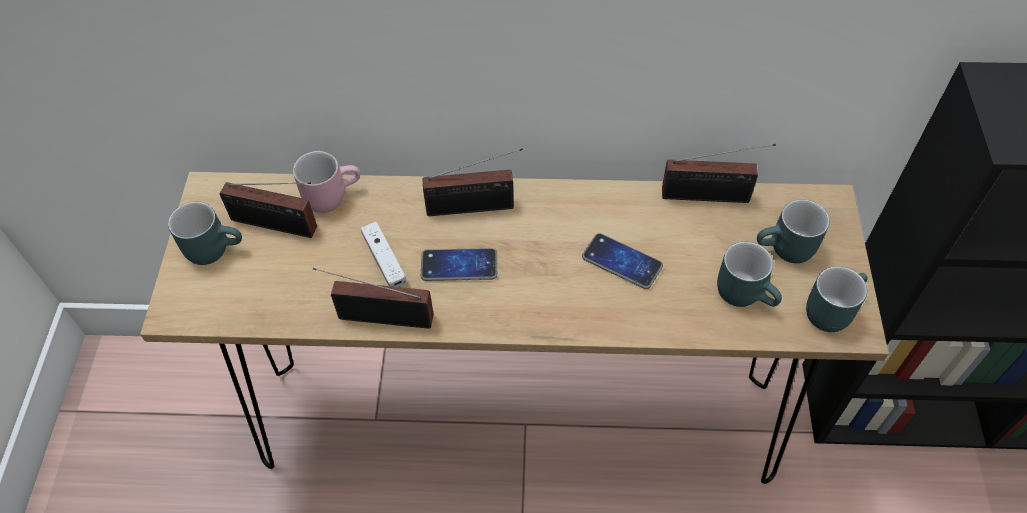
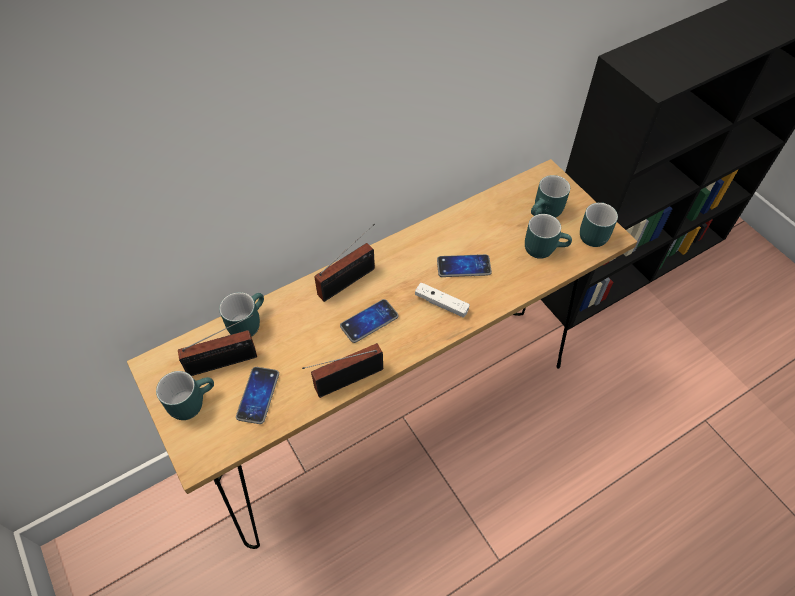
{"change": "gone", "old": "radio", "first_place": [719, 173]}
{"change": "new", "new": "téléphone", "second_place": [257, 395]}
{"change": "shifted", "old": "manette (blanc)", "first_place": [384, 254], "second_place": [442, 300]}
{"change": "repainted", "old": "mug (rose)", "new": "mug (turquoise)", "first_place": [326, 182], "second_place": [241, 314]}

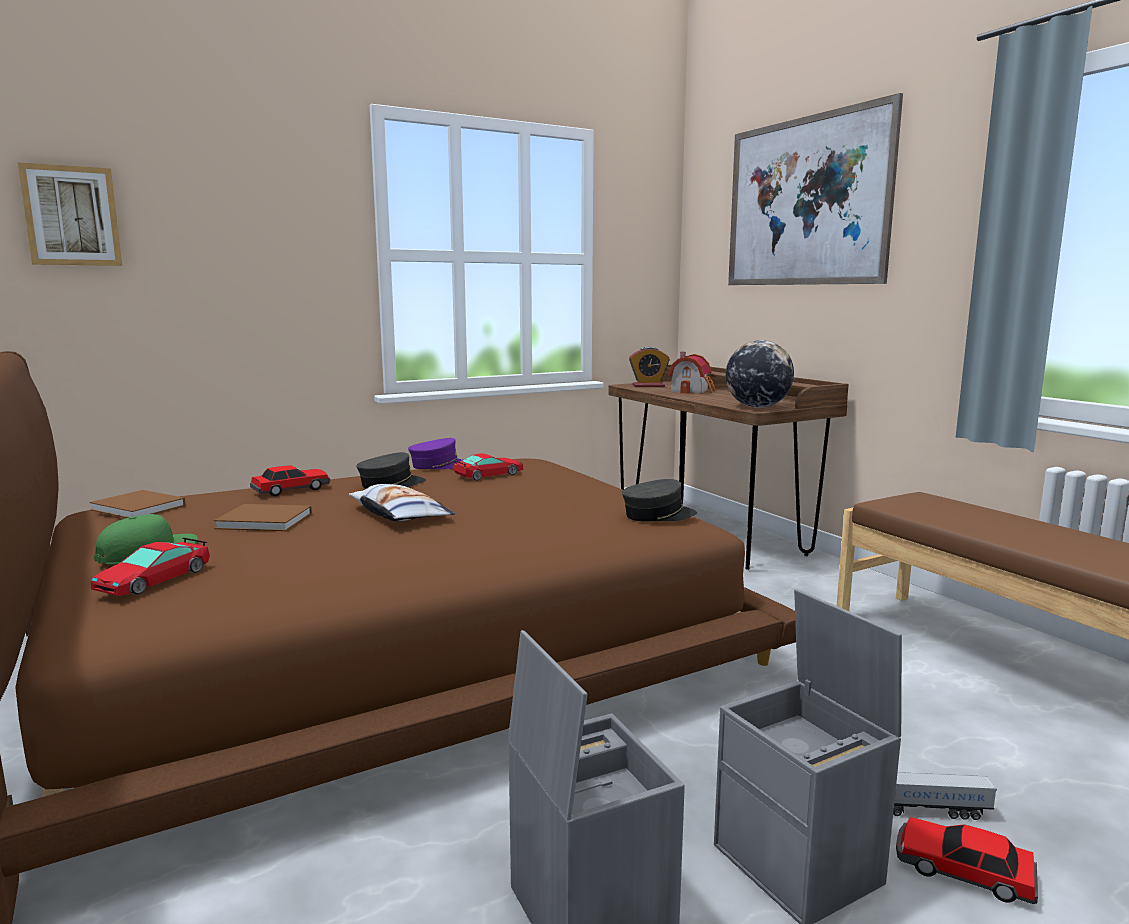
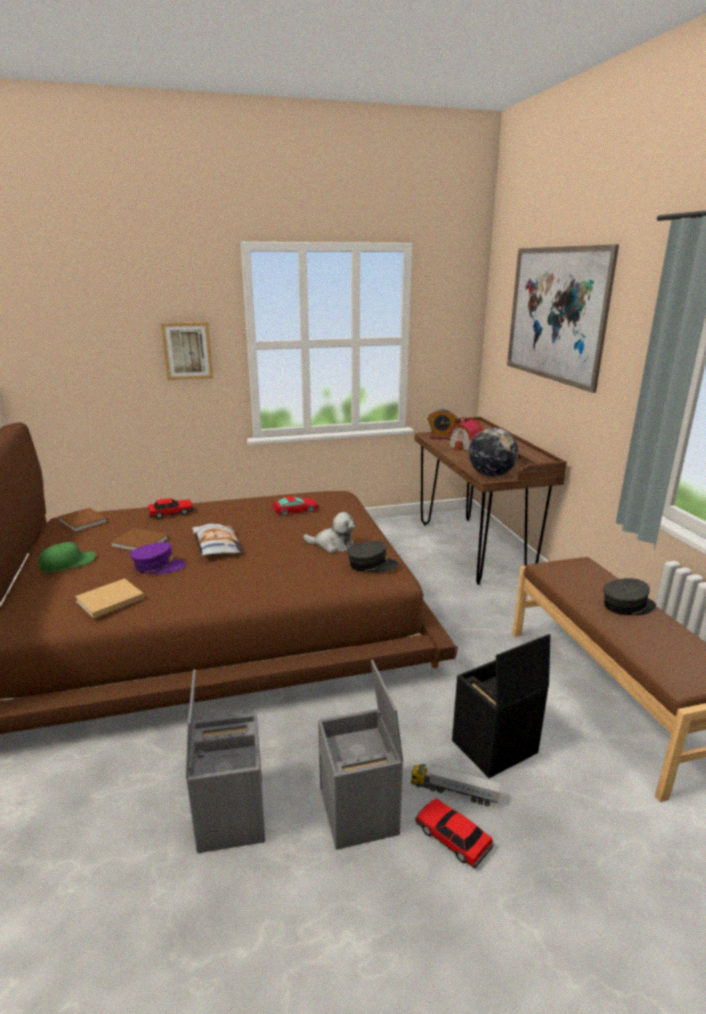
{"change": "gone", "old": "petite voiture", "first_place": [150, 567]}
{"change": "new", "new": "livre (beige)", "second_place": [109, 598]}
{"change": "new", "new": "peluche", "second_place": [329, 532]}
{"change": "new", "new": "boîte de rangement (noir)", "second_place": [501, 706]}
{"change": "shifted", "old": "tableau", "first_place": [70, 214], "second_place": [187, 351]}
{"change": "shifted", "old": "casquette (gris)", "first_place": [391, 470], "second_place": [629, 596]}
{"change": "shifted", "old": "casquette (violet)", "first_place": [435, 453], "second_place": [158, 558]}

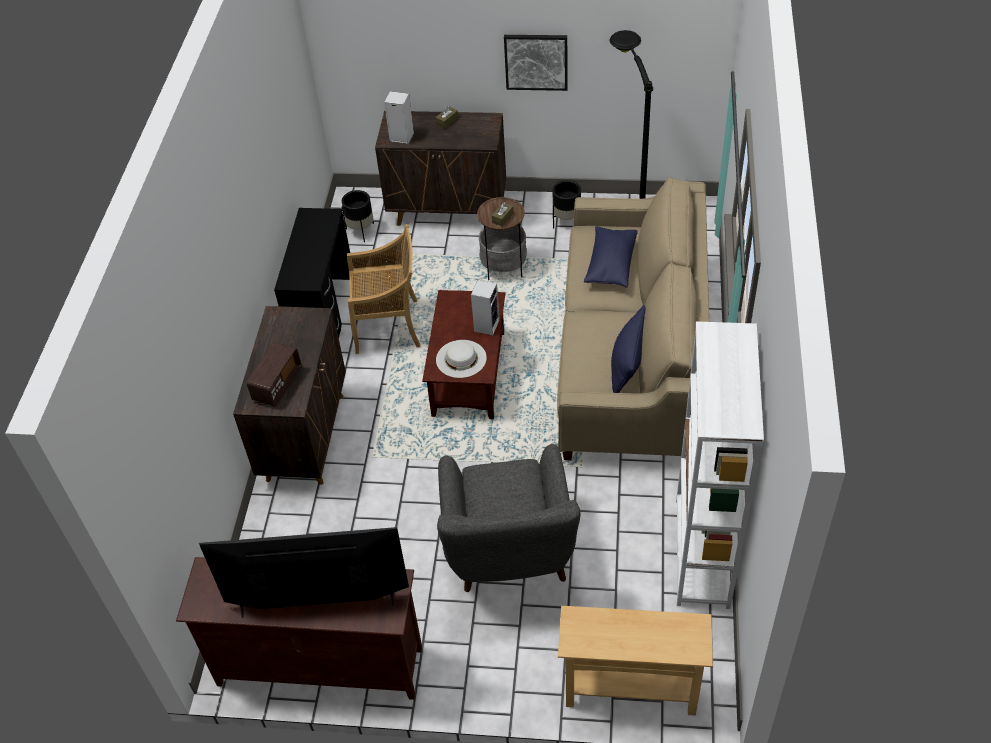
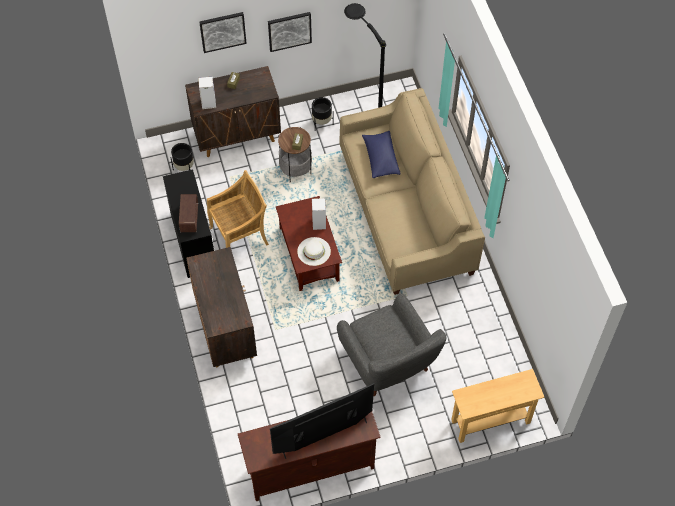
{"change": "gone", "old": "coussin (bleu)", "first_place": [628, 349]}
{"change": "gone", "old": "bibliothèque (blanc)", "first_place": [720, 465]}
{"change": "new", "new": "tableau", "second_place": [223, 32]}
{"change": "shifted", "old": "radio", "first_place": [274, 374], "second_place": [188, 213]}

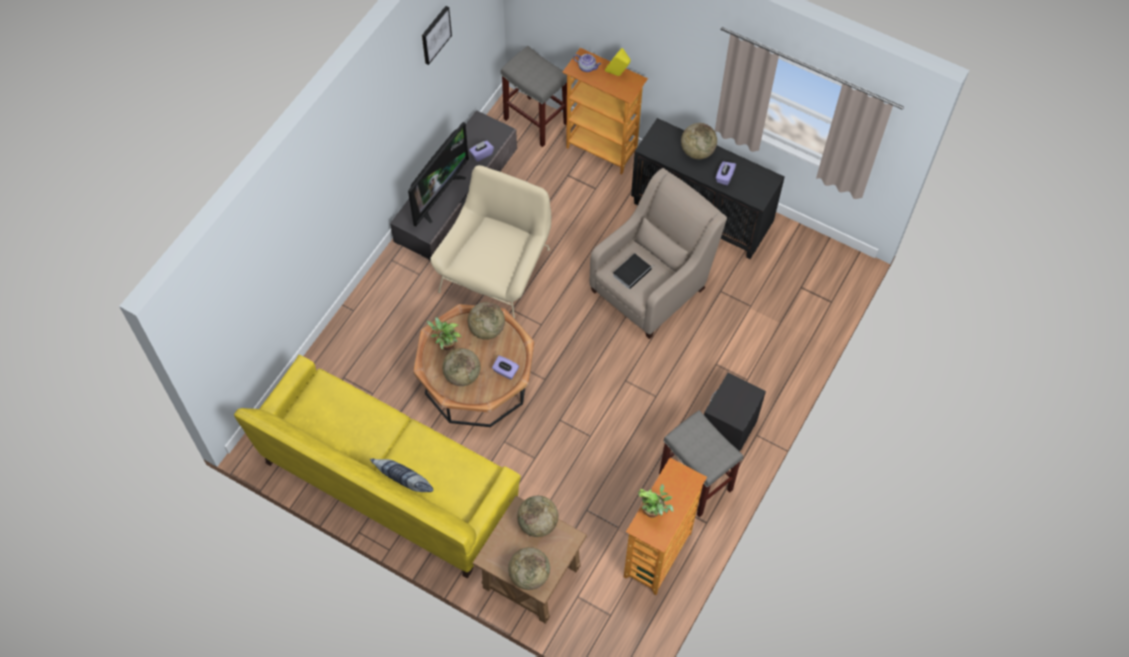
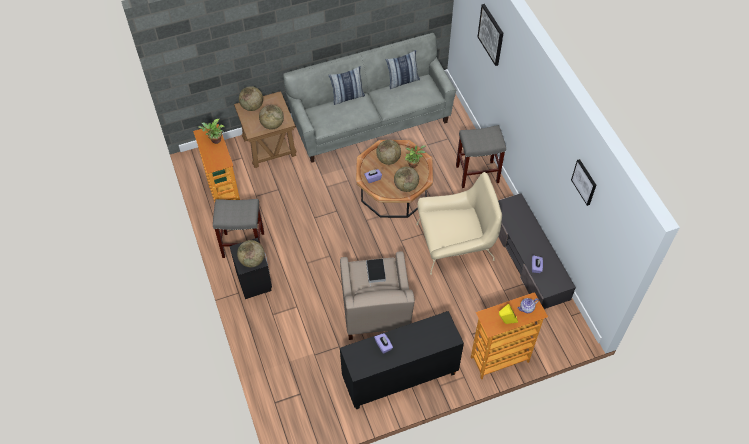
{"change": "gone", "old": "téléviseur", "first_place": [438, 174]}
{"change": "new", "new": "coussin", "second_place": [402, 69]}
{"change": "new", "new": "tableau", "second_place": [490, 35]}
{"change": "shifted", "old": "tabouret (gris)", "first_place": [534, 96], "second_place": [481, 156]}
{"change": "shifted", "old": "globe", "first_place": [699, 141], "second_place": [251, 253]}
{"change": "repainted", "old": "canapé (jaune)", "new": "canapé (gris)", "first_place": [377, 467], "second_place": [369, 98]}
{"change": "rotated", "old": "fauteuil (beige)", "first_place": [490, 242], "second_place": [459, 223], "degrees": -75}

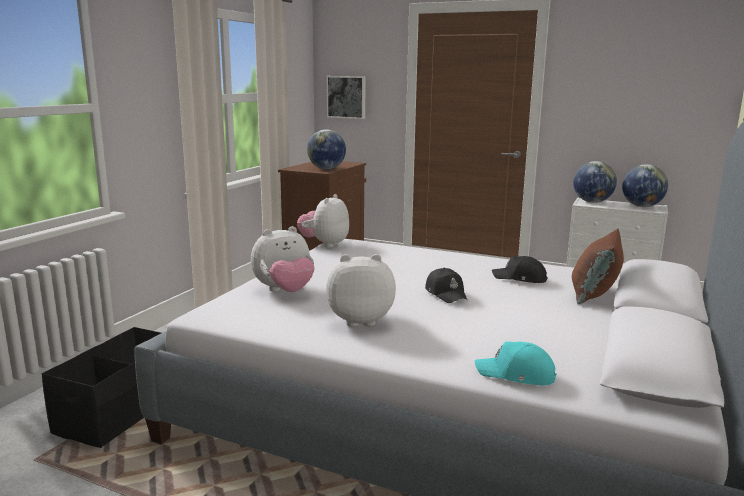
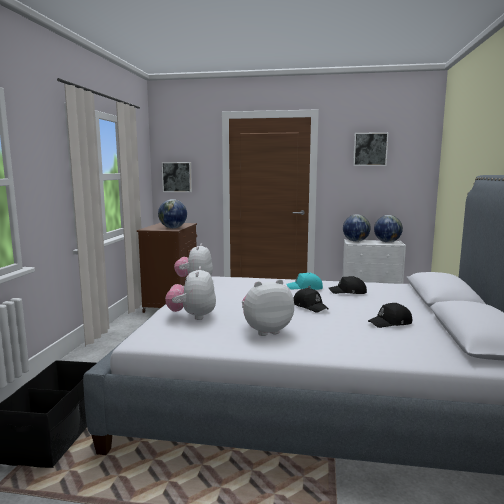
{"change": "gone", "old": "coussin (marron)", "first_place": [598, 266]}
{"change": "new", "new": "tableau", "second_place": [370, 149]}
{"change": "new", "new": "casquette (noir)", "second_place": [390, 315]}
{"change": "shifted", "old": "casquette (turquoise)", "first_place": [515, 363], "second_place": [304, 281]}
{"change": "rotated", "old": "peluche", "first_place": [283, 259], "second_place": [190, 293], "degrees": 135}

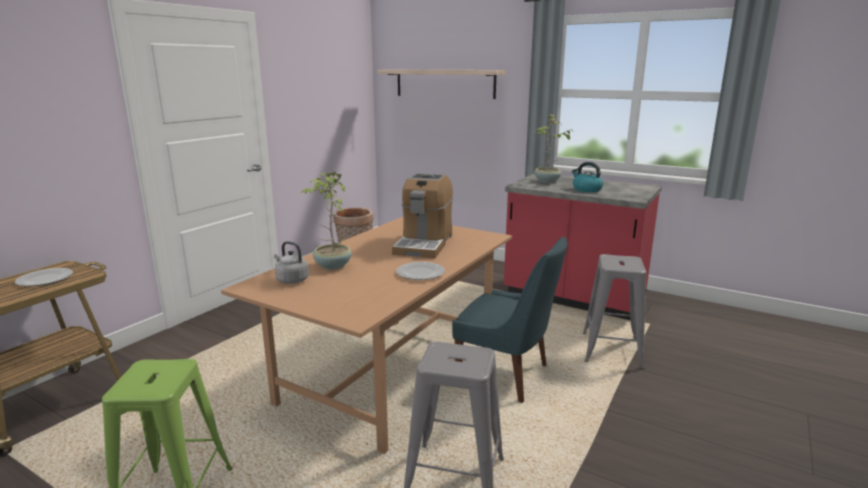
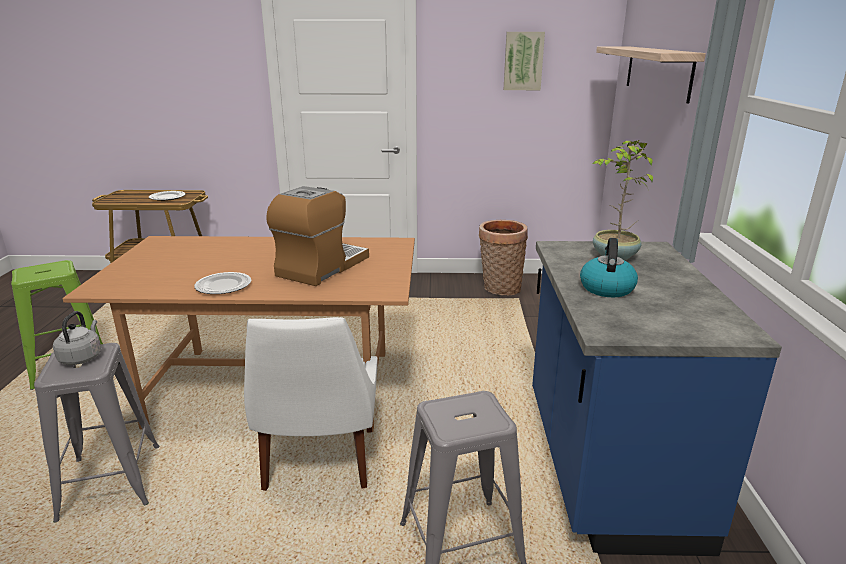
{"change": "gone", "old": "plante en pot", "first_place": [327, 221]}
{"change": "new", "new": "tableau", "second_place": [524, 61]}
{"change": "shifted", "old": "bouilloire (gris)", "first_place": [291, 262], "second_place": [77, 338]}
{"change": "repainted", "old": "chaise (bleu)", "new": "chaise (blanc)", "first_place": [510, 319], "second_place": [311, 404]}
{"change": "repainted", "old": "comptoir de cuisine (rouge)", "new": "comptoir de cuisine (bleu)", "first_place": [583, 247], "second_place": [657, 398]}
{"change": "rotated", "old": "machine à café", "first_place": [422, 215], "second_place": [317, 236], "degrees": 135}

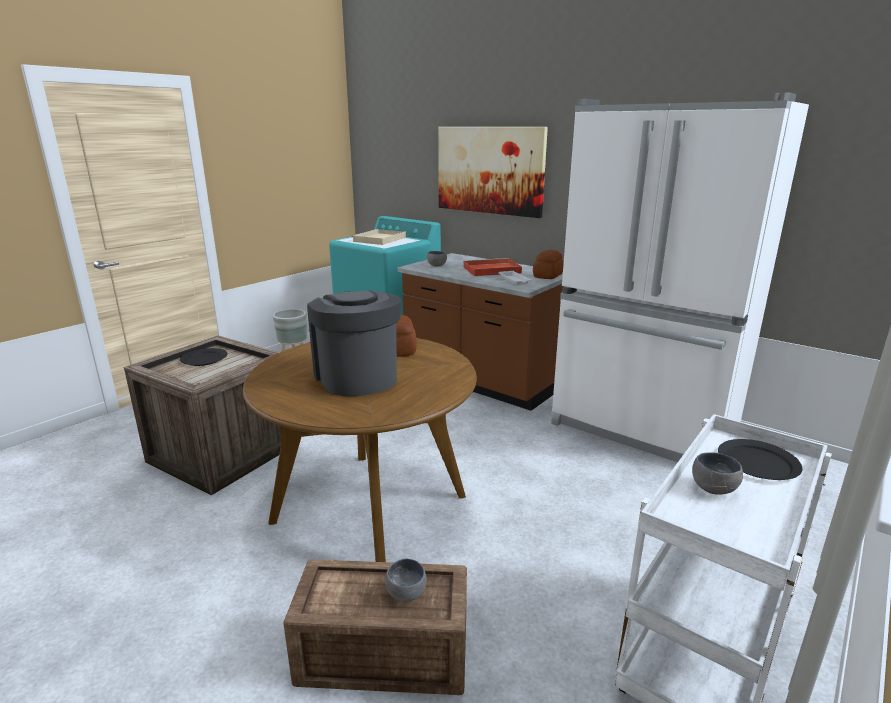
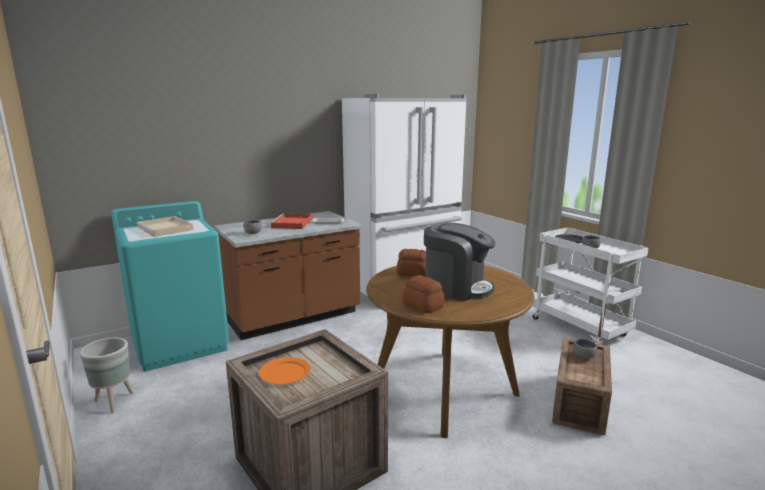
{"change": "gone", "old": "tableau", "first_place": [493, 172]}
{"change": "shifted", "old": "pain", "first_place": [548, 264], "second_place": [424, 294]}
{"change": "repainted", "old": "assiette (noir)", "new": "assiette (orange)", "first_place": [204, 357], "second_place": [285, 370]}
{"change": "rotated", "old": "machine à café", "first_place": [354, 343], "second_place": [460, 261], "degrees": -150}

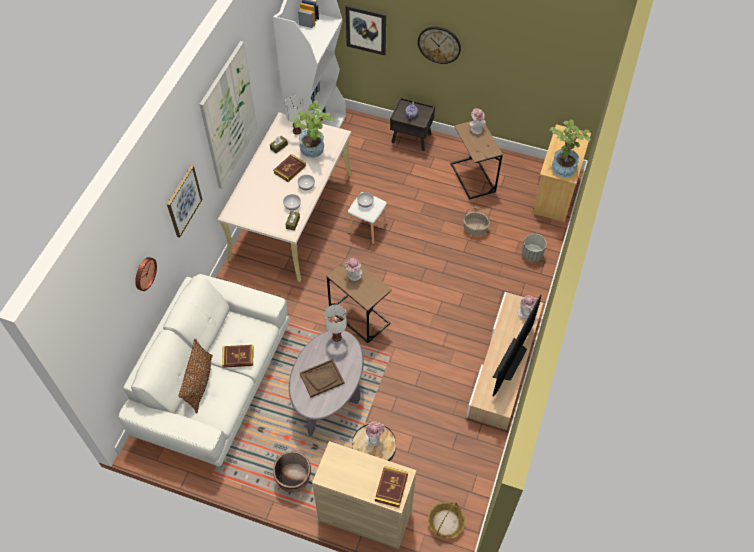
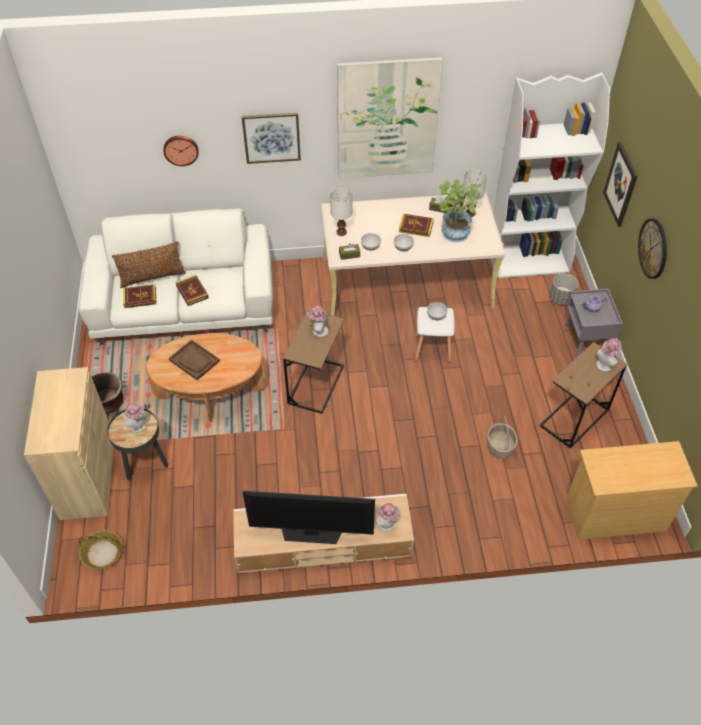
{"change": "gone", "old": "plante en pot", "first_place": [569, 148]}
{"change": "shifted", "old": "lampe de table (blanc)", "first_place": [336, 323], "second_place": [341, 212]}
{"change": "shifted", "old": "livre", "first_place": [391, 487], "second_place": [140, 296]}
{"change": "shifted", "old": "cache-pot (gris)", "first_place": [534, 248], "second_place": [563, 289]}
{"change": "repainted", "old": "table basse (gris)", "new": "table basse (marron)", "first_place": [326, 383], "second_place": [206, 377]}
{"change": "repainted", "old": "table de chevet (marron)", "new": "table de chevet (gris)", "first_place": [412, 124], "second_place": [594, 322]}

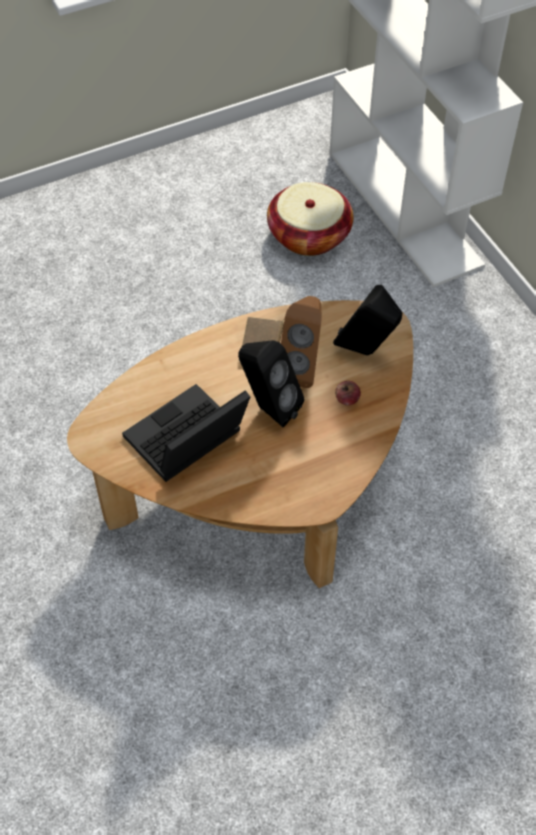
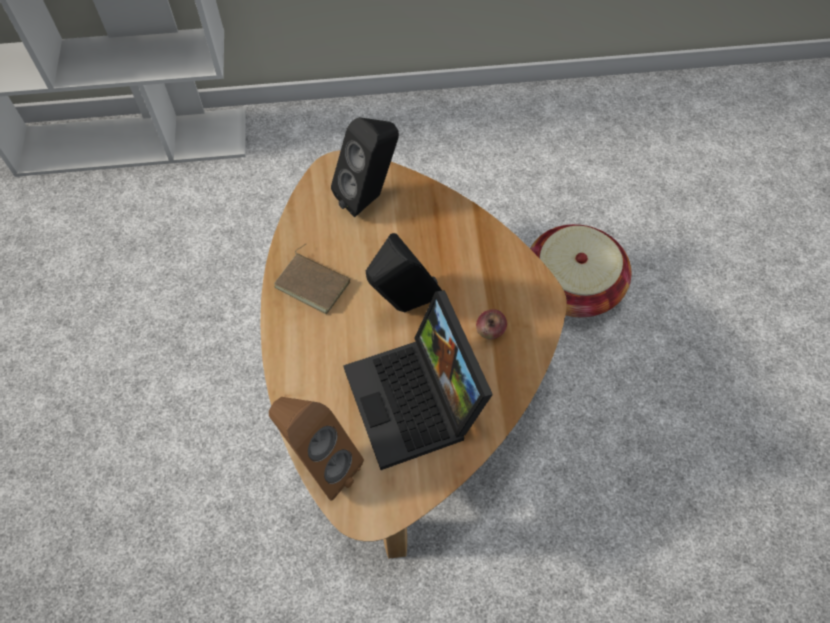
{"change": "shifted", "old": "panier", "first_place": [310, 219], "second_place": [580, 270]}
{"change": "shifted", "old": "enceinte (marron)", "first_place": [301, 342], "second_place": [316, 449]}
{"change": "shifted", "old": "pomme", "first_place": [348, 393], "second_place": [491, 324]}

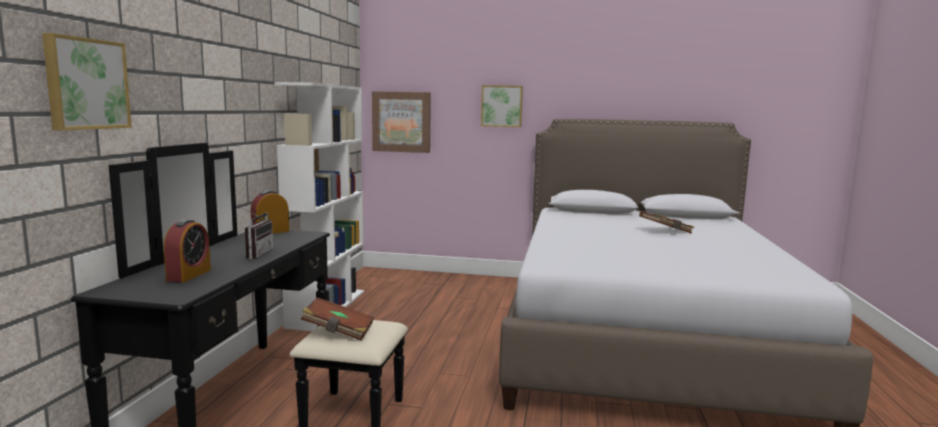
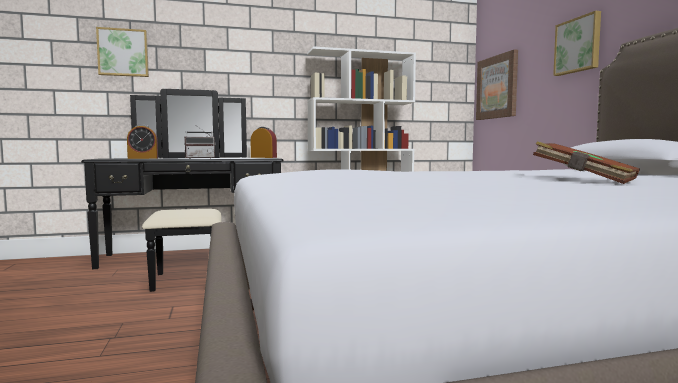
{"change": "gone", "old": "livre (marron)", "first_place": [337, 319]}

